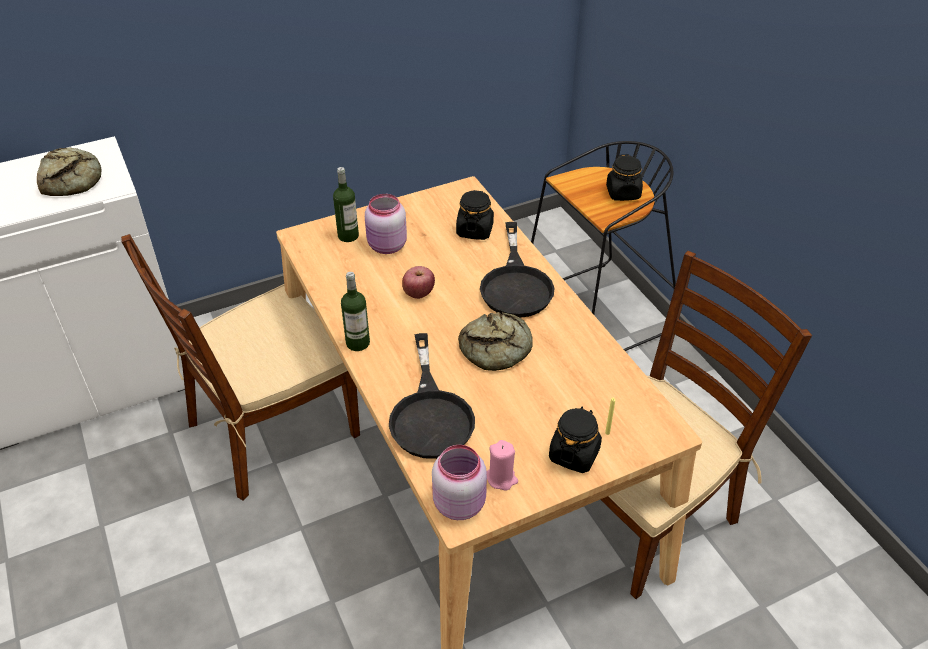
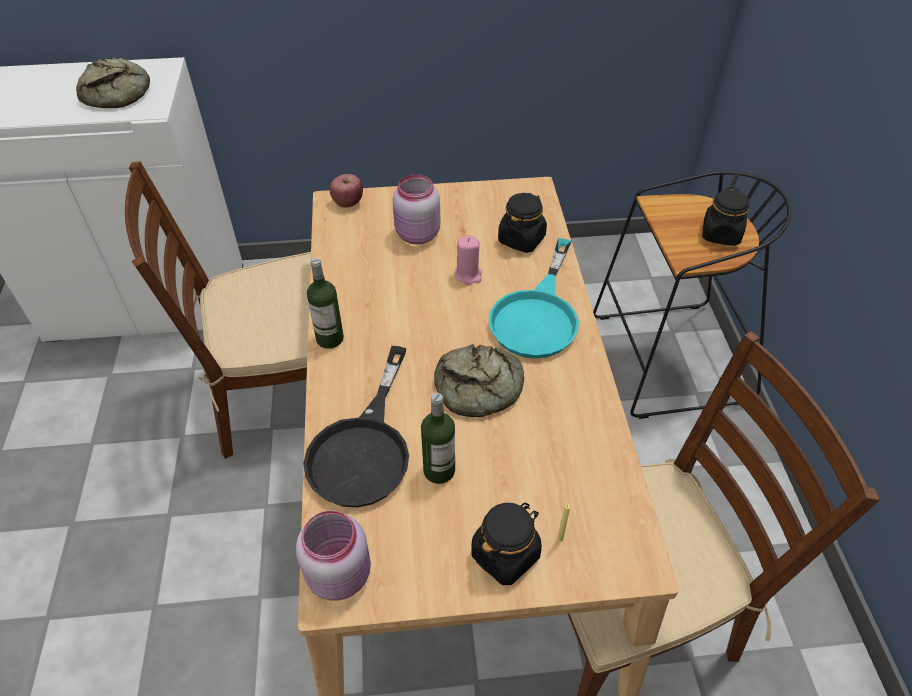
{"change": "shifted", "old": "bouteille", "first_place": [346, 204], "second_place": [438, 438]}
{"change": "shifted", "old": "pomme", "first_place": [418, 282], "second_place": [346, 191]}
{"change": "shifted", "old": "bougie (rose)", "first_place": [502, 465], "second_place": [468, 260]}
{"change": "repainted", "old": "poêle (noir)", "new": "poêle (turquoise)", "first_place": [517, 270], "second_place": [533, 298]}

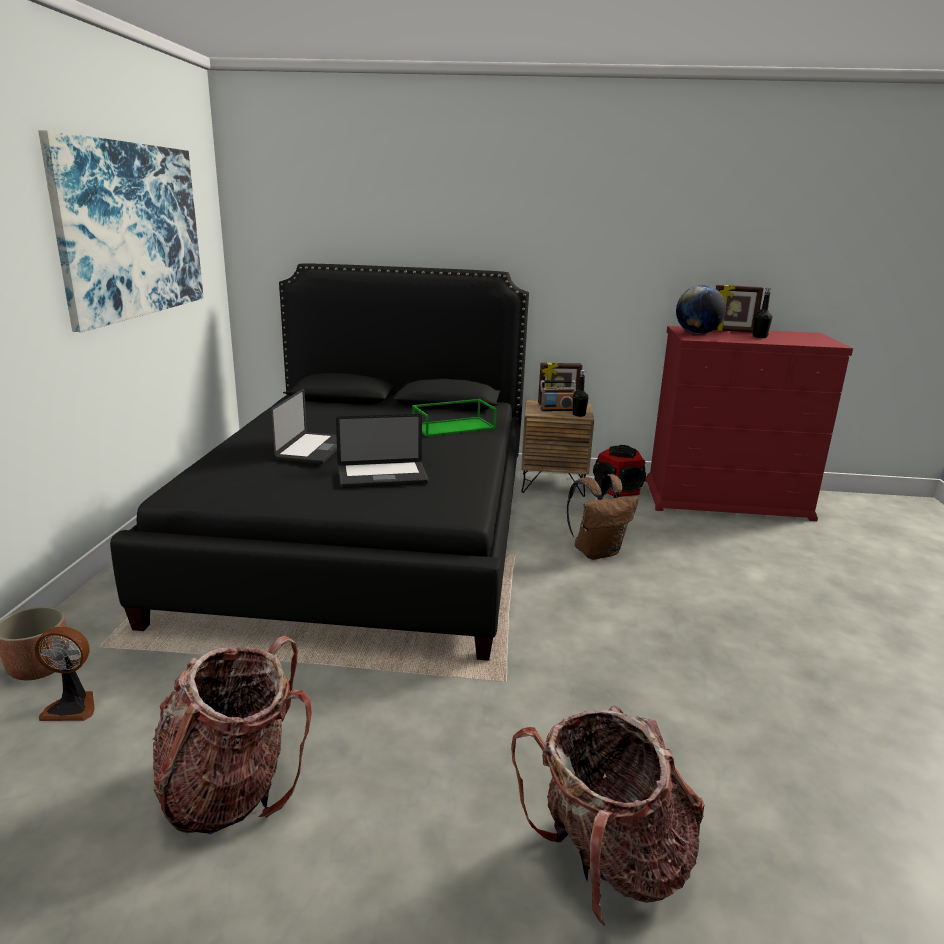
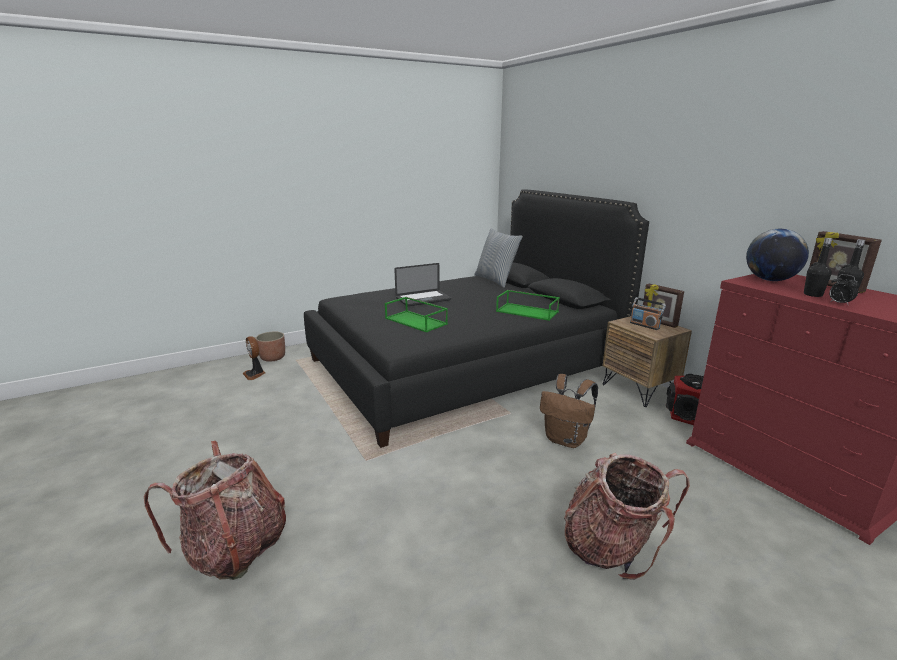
{"change": "gone", "old": "tableau", "first_place": [120, 231]}
{"change": "new", "new": "coussin", "second_place": [498, 258]}
{"change": "new", "new": "réveil", "second_place": [844, 290]}
{"change": "shifted", "old": "sac à dos", "first_place": [232, 735], "second_place": [627, 516]}
{"change": "shifted", "old": "bouteille (noir)", "first_place": [580, 393], "second_place": [818, 267]}
{"change": "swapped", "old": "ordinateur portable", "new": "plateau (vert)", "first_place": [382, 451], "second_place": [416, 314]}

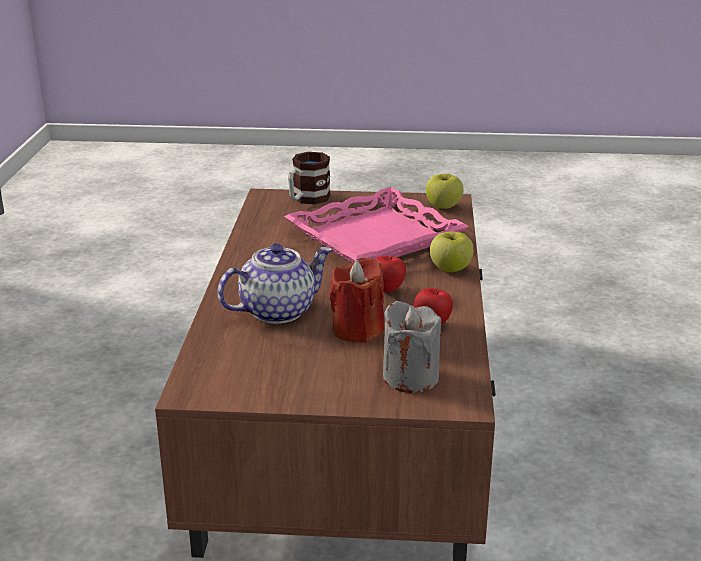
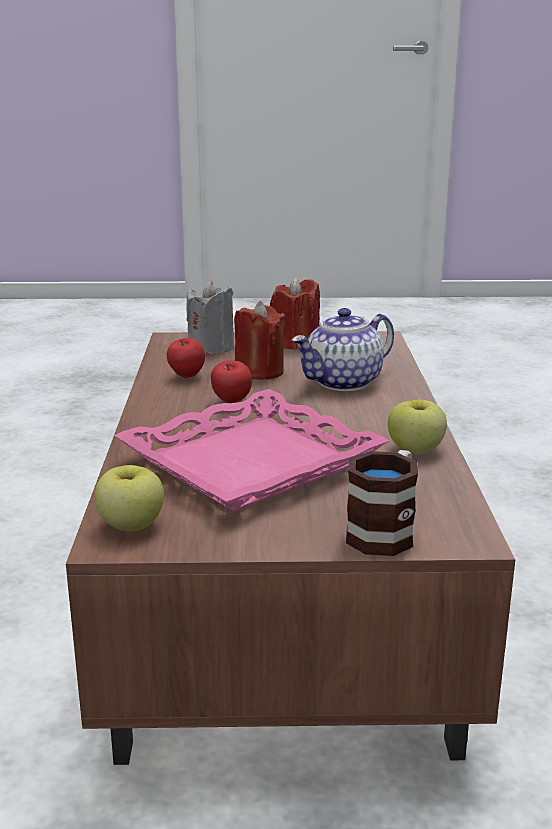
{"change": "new", "new": "bougie (rouge)", "second_place": [295, 313]}
{"change": "shifted", "old": "pomme", "first_place": [452, 251], "second_place": [417, 427]}

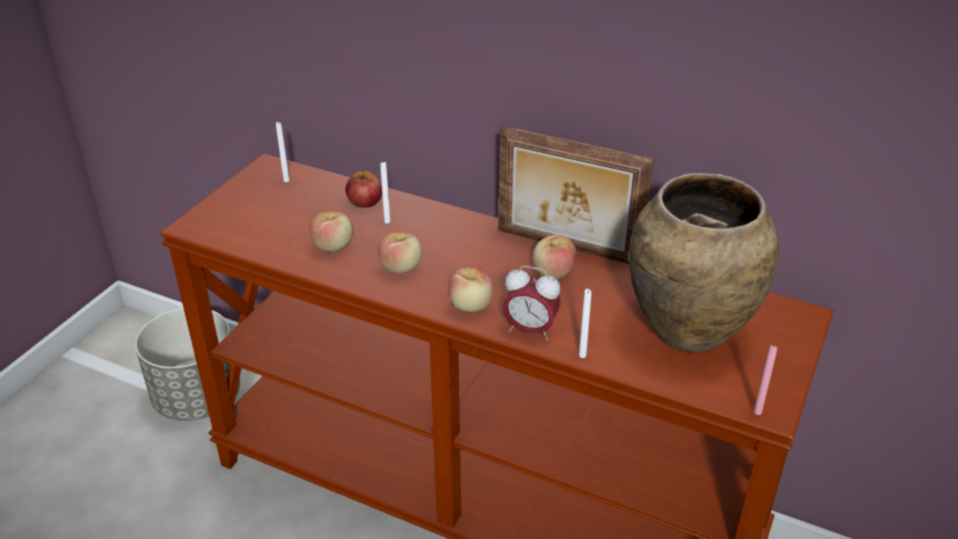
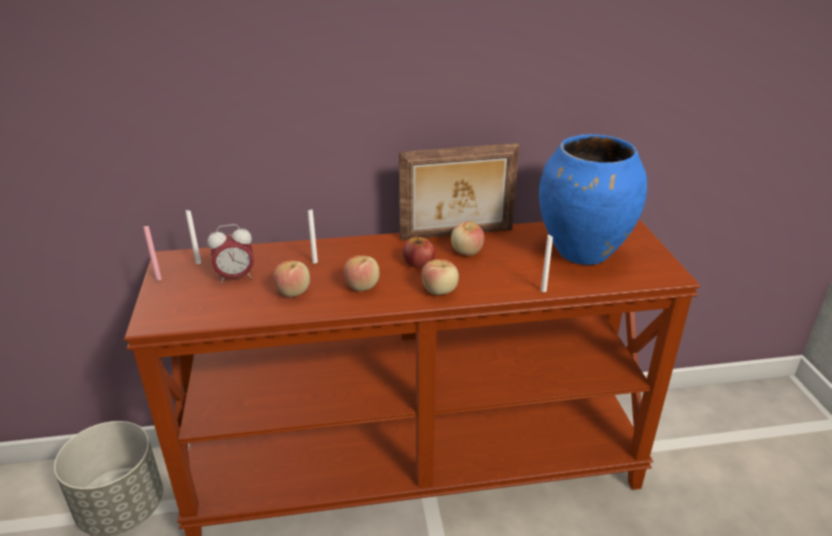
{"change": "shifted", "old": "pomme", "first_place": [364, 189], "second_place": [419, 251]}
{"change": "shifted", "old": "réveil", "first_place": [532, 303], "second_place": [230, 254]}
{"change": "shifted", "old": "bougie (rose)", "first_place": [765, 380], "second_place": [152, 252]}
{"change": "repainted", "old": "vase (marron)", "new": "vase (bleu)", "first_place": [704, 262], "second_place": [593, 199]}

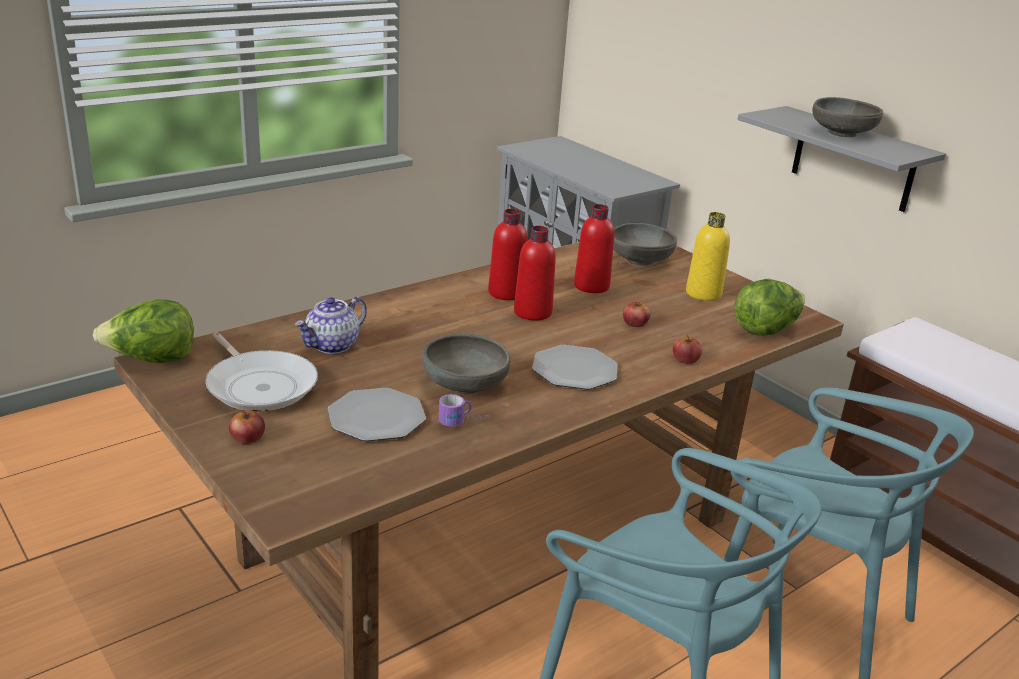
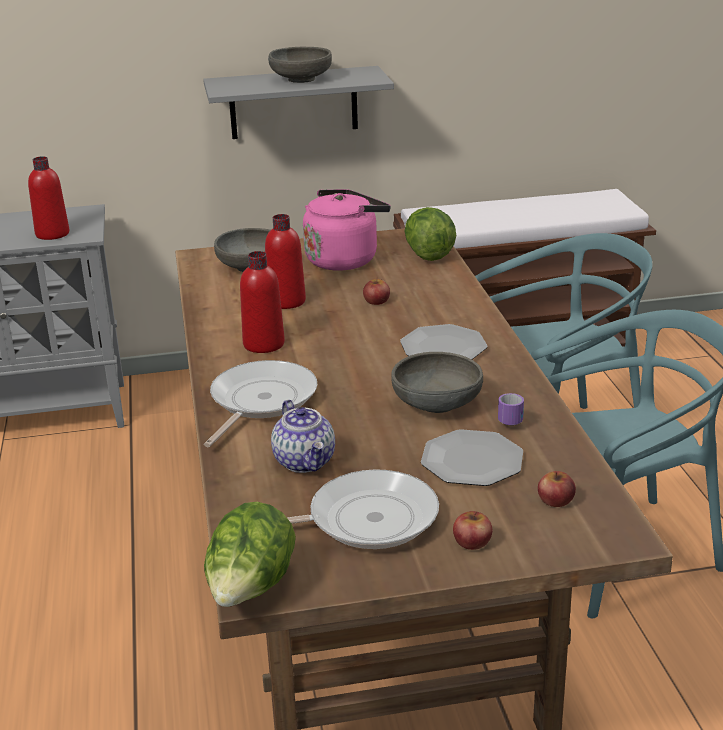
{"change": "new", "new": "poêle", "second_place": [260, 403]}
{"change": "shifted", "old": "bouteille (rouge)", "first_place": [535, 273], "second_place": [48, 198]}
{"change": "shifted", "old": "pomme", "first_place": [687, 349], "second_place": [557, 489]}
{"change": "swapped", "old": "bouteille (jaune)", "new": "bouilloire (rose)", "first_place": [708, 256], "second_place": [347, 230]}

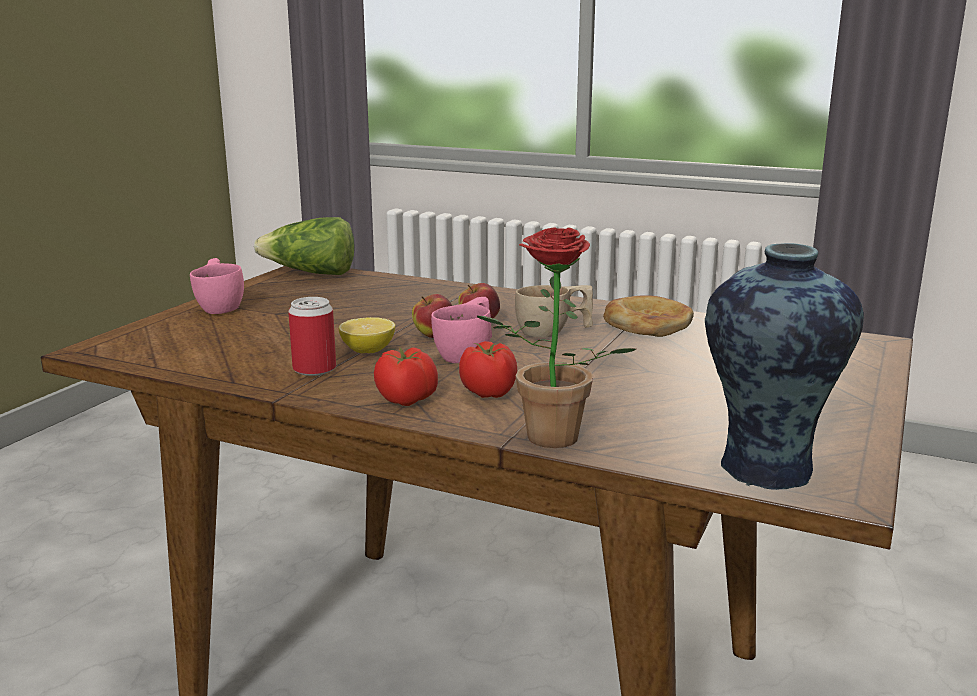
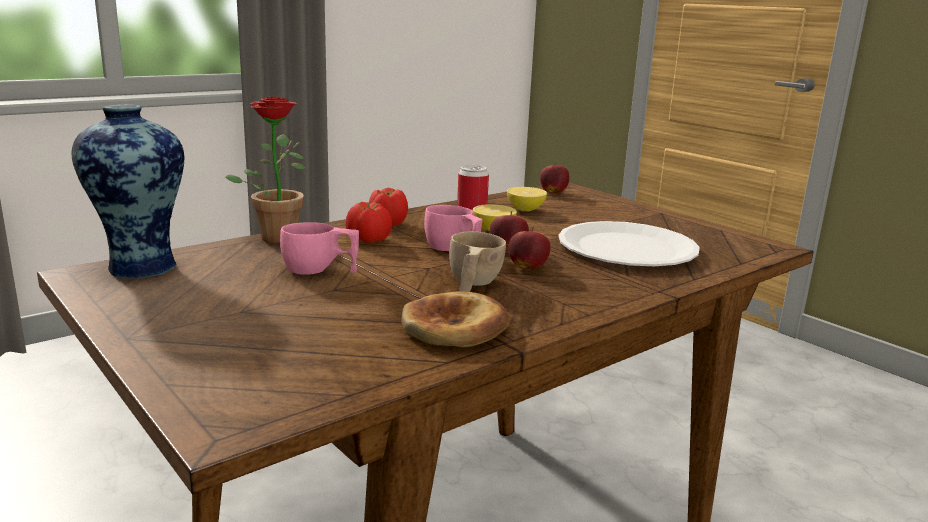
{"change": "gone", "old": "laitue", "first_place": [304, 246]}
{"change": "new", "new": "citron", "second_place": [527, 199]}
{"change": "new", "new": "pomme", "second_place": [555, 178]}
{"change": "new", "new": "assiette (blanc)", "second_place": [629, 243]}
{"change": "shifted", "old": "tasse (rose)", "first_place": [217, 286], "second_place": [319, 248]}

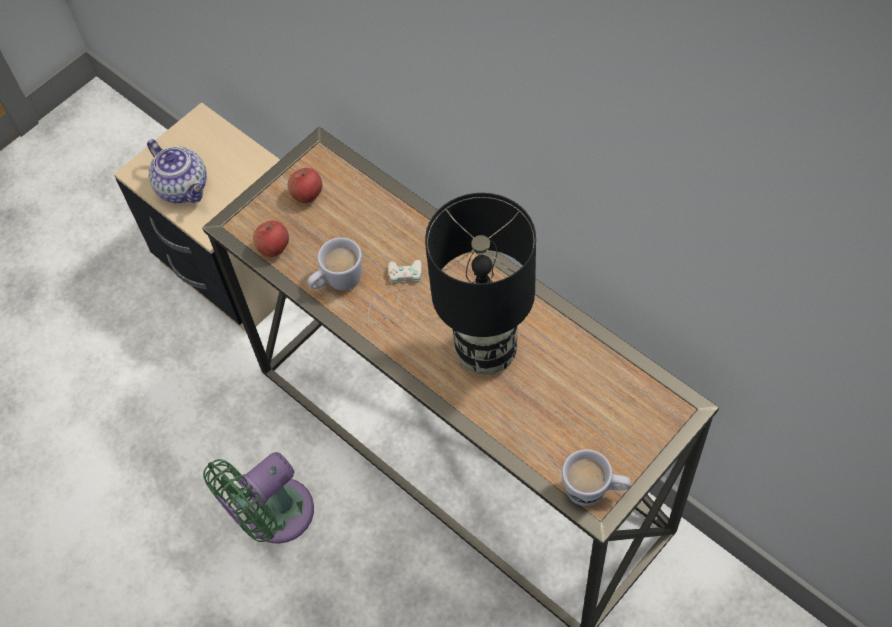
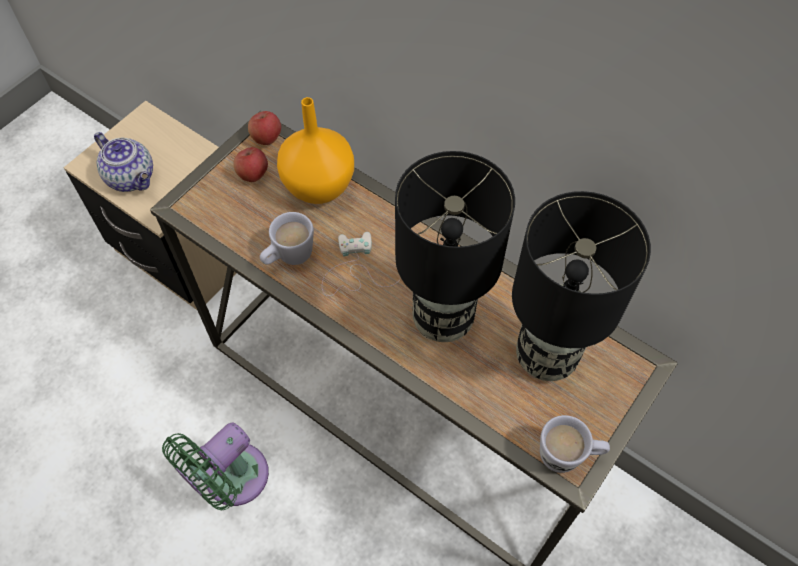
{"change": "new", "new": "vase (orange)", "second_place": [315, 150]}
{"change": "new", "new": "lampe de table (noir)", "second_place": [581, 286]}
{"change": "shifted", "old": "pomme", "first_place": [271, 239], "second_place": [264, 128]}

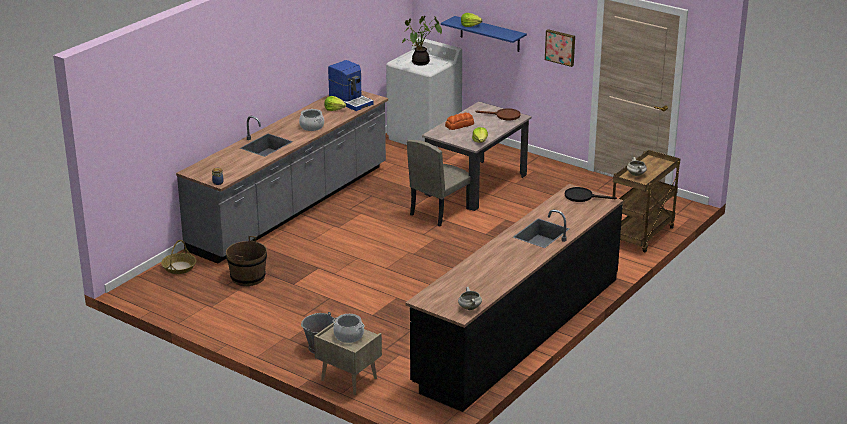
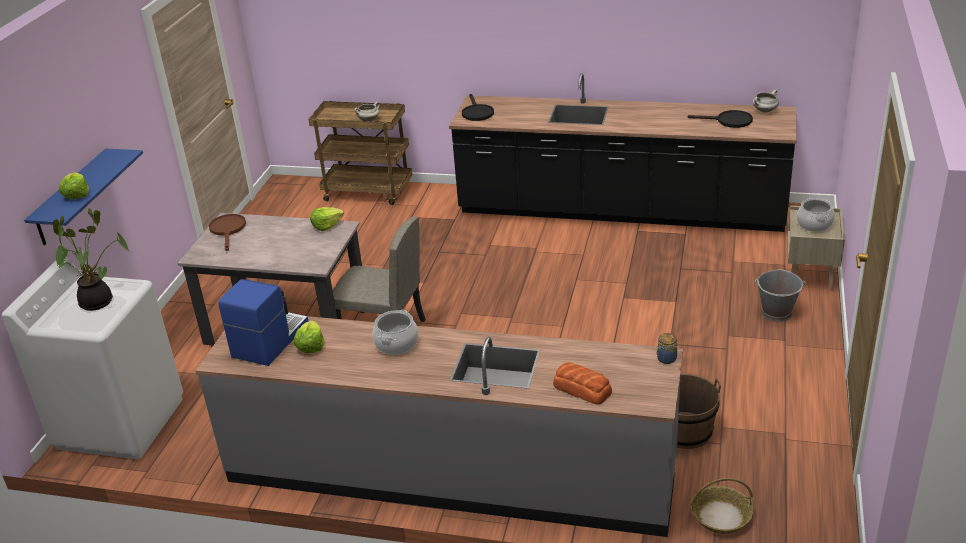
{"change": "gone", "old": "tableau", "first_place": [560, 48]}
{"change": "new", "new": "poêle (noir)", "second_place": [720, 119]}
{"change": "shifted", "old": "pain", "first_place": [459, 121], "second_place": [582, 383]}

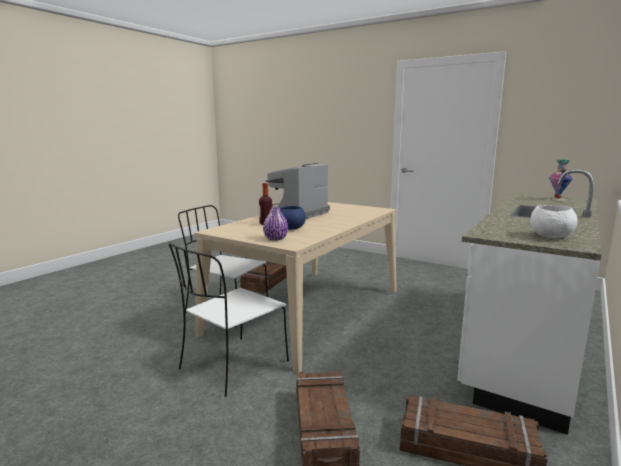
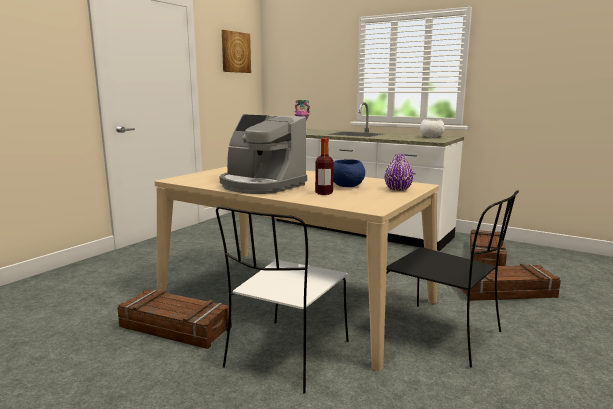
{"change": "new", "new": "tableau", "second_place": [236, 51]}
{"change": "repainted", "old": "chaise (blanc)", "new": "chaise (noir)", "first_place": [229, 320], "second_place": [452, 279]}

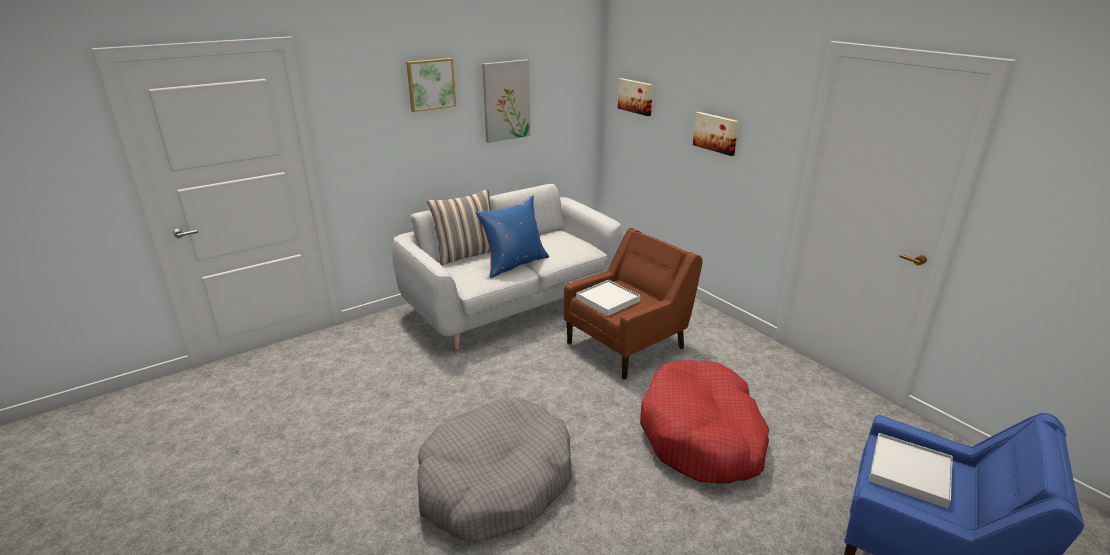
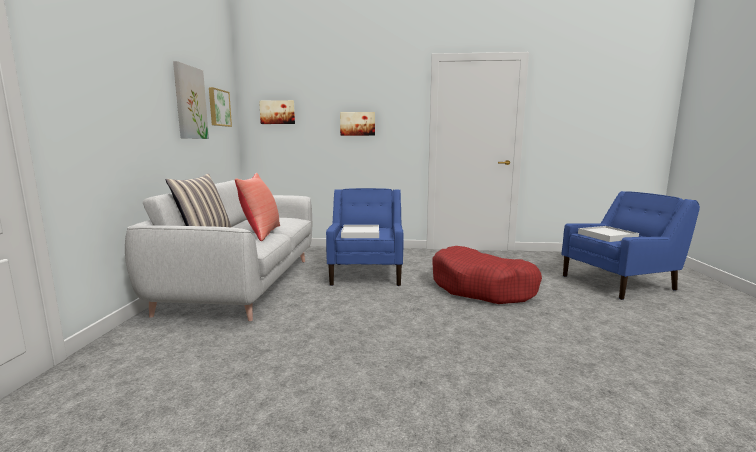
{"change": "gone", "old": "panier pour chien (gris)", "first_place": [495, 470]}
{"change": "shifted", "old": "tableau", "first_place": [431, 85], "second_place": [220, 107]}
{"change": "repainted", "old": "coussin (bleu)", "new": "coussin (rouge)", "first_place": [512, 236], "second_place": [257, 207]}
{"change": "repainted", "old": "fauteuil (marron)", "new": "fauteuil (bleu)", "first_place": [633, 304], "second_place": [365, 237]}

